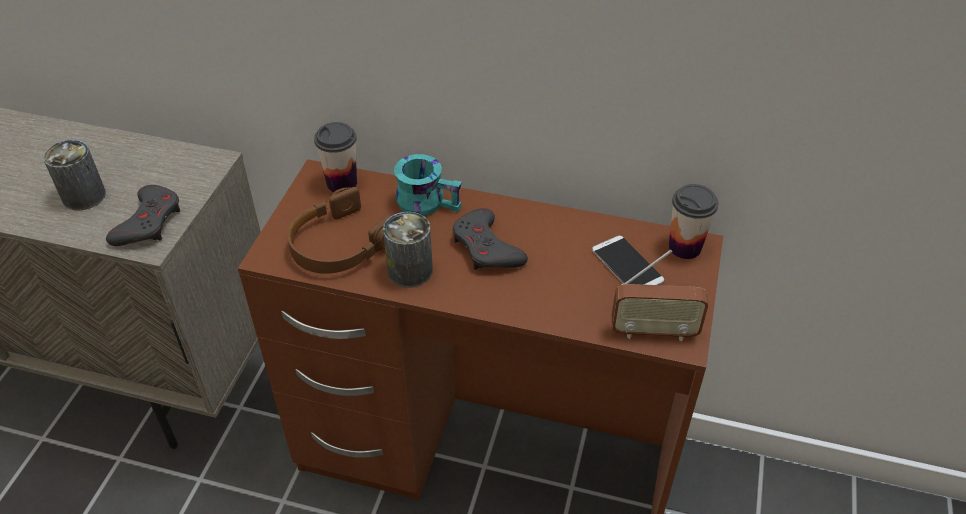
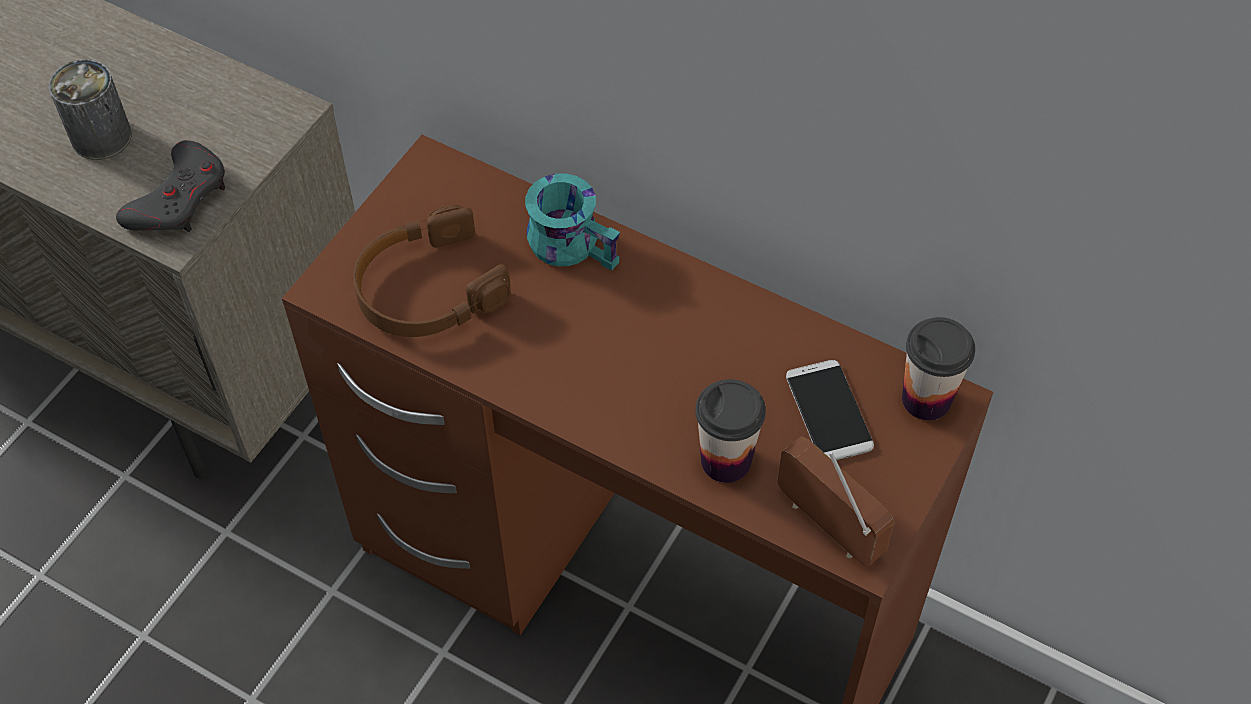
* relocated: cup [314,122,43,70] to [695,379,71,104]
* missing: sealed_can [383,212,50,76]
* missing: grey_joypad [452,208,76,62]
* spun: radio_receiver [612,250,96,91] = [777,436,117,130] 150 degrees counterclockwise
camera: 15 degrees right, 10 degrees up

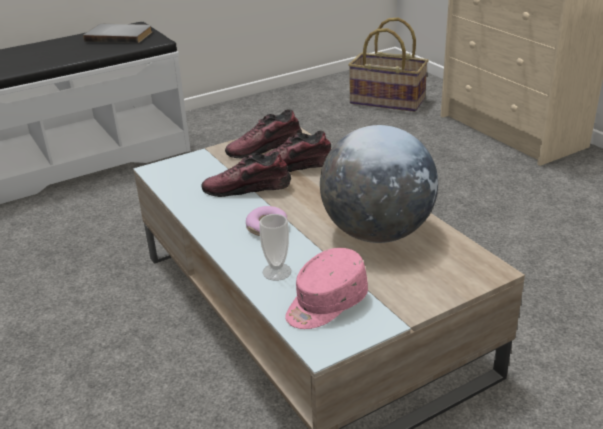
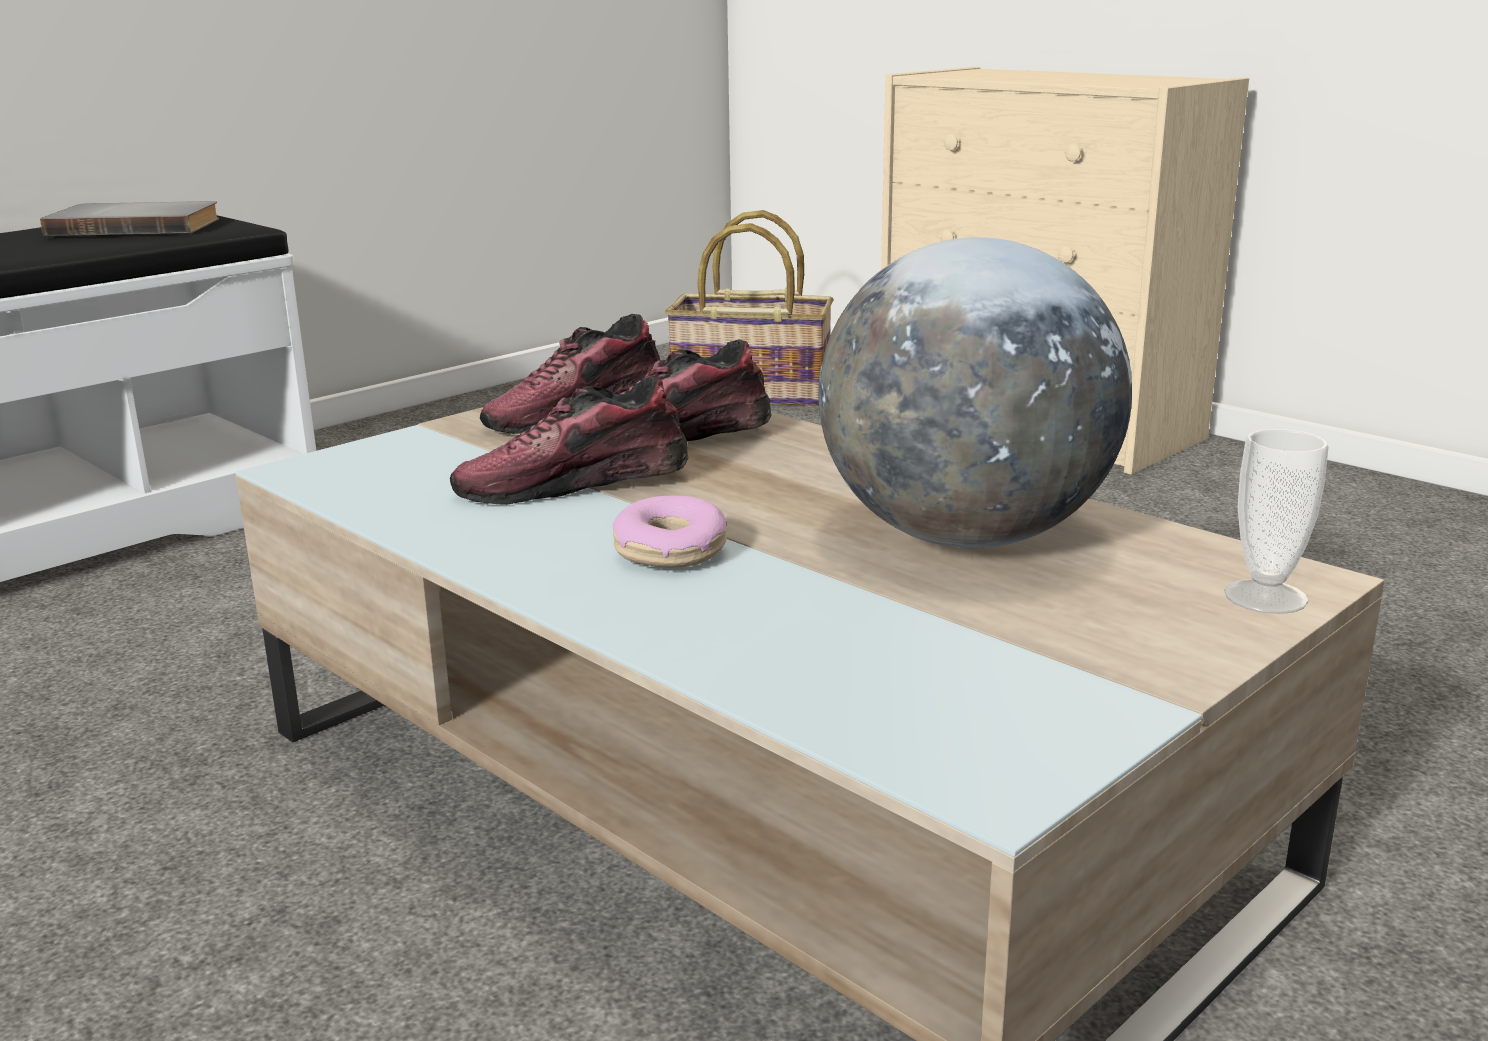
* relocated: cup [259,214,32,67] to [1224,429,105,185]
* missing: pink-coloured_baseball_cap [285,248,83,81]
camera: 15 degrees left, 10 degrees down

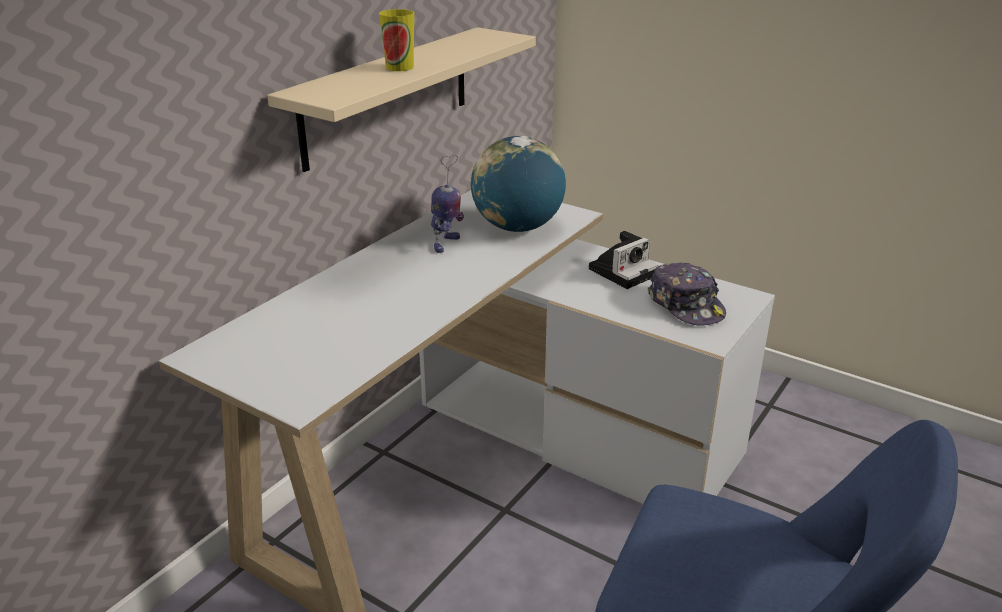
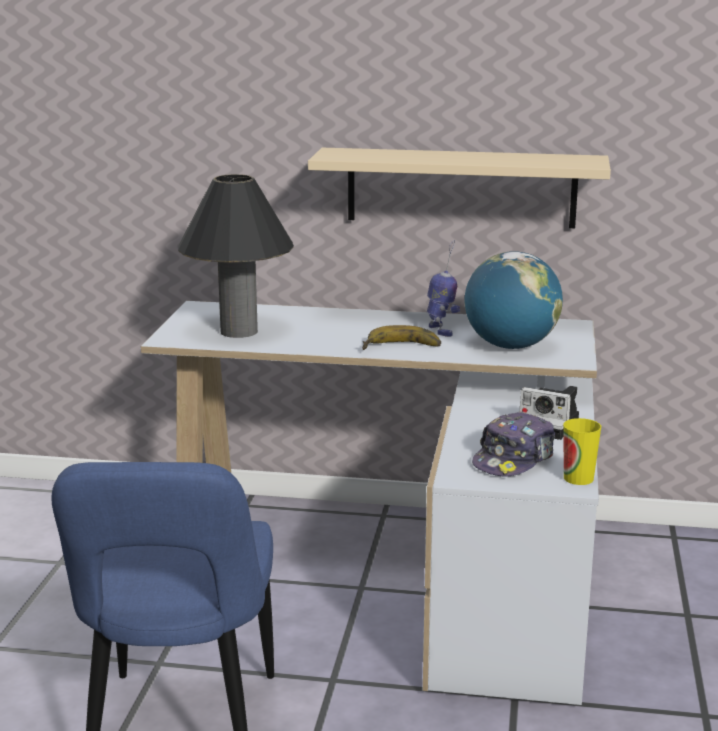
* relocated: cup [379,9,35,62] to [563,418,38,67]
* spun: robot_figure [431,154,33,99] = [427,240,33,97] 105 degrees counterclockwise
* appeared: black-coloured_table_lamp [178,174,116,164]
* appeared: banana [362,325,79,25]
camera: 65 degrees right, 10 degrees down

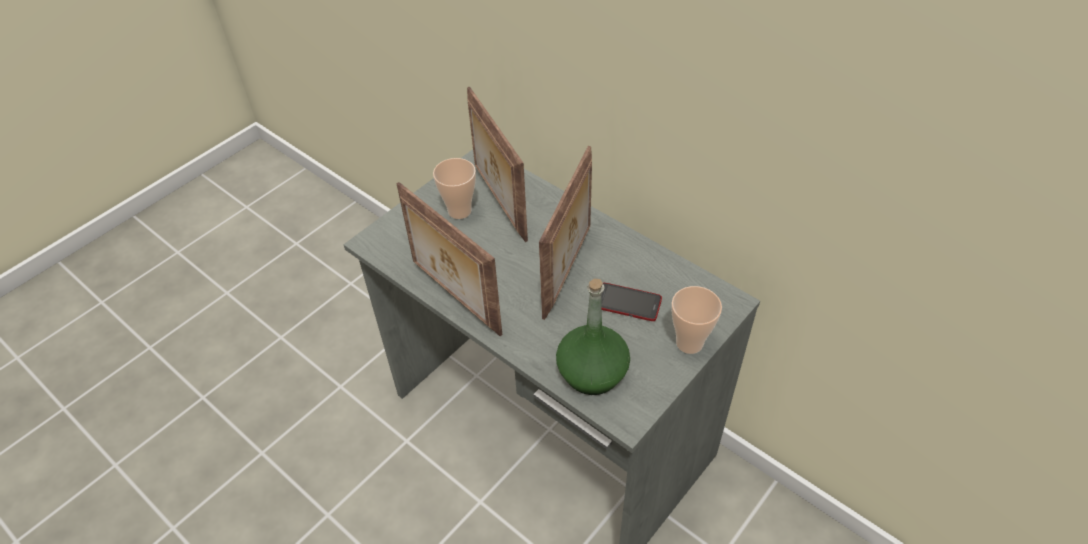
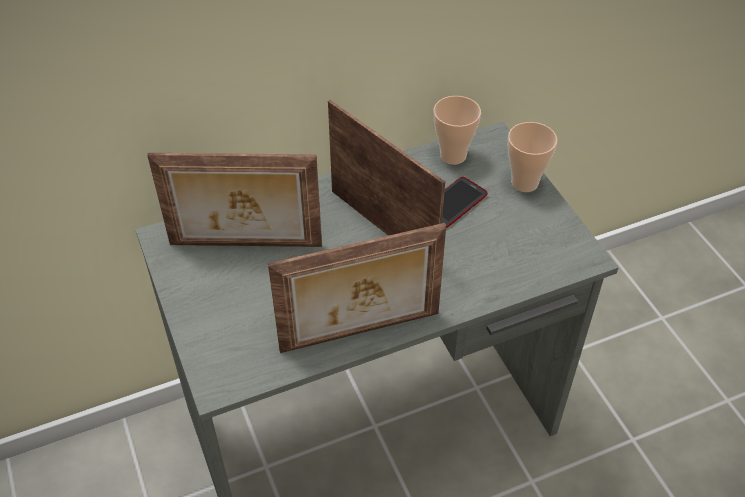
* relocated: cup [433,158,43,61] to [434,96,47,69]
* missing: green-coloured_drink_bottle [556,279,74,116]
camera: 65 degrees left, 0 degrees up

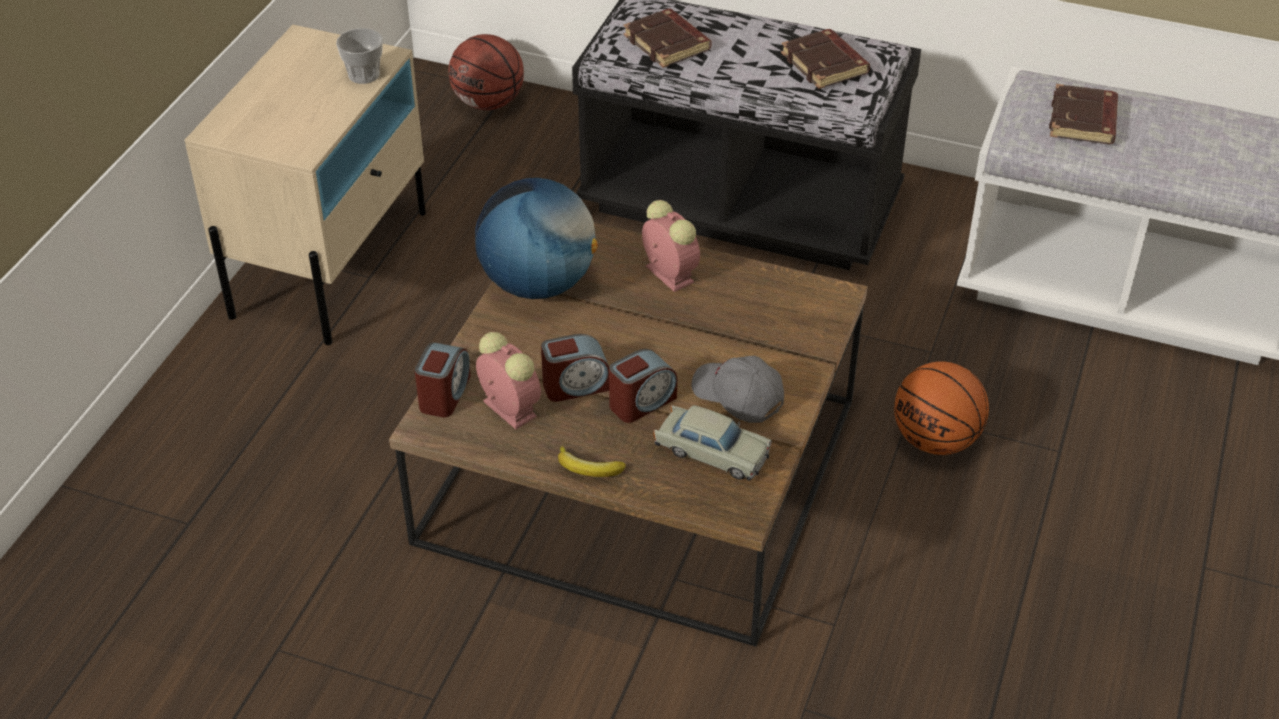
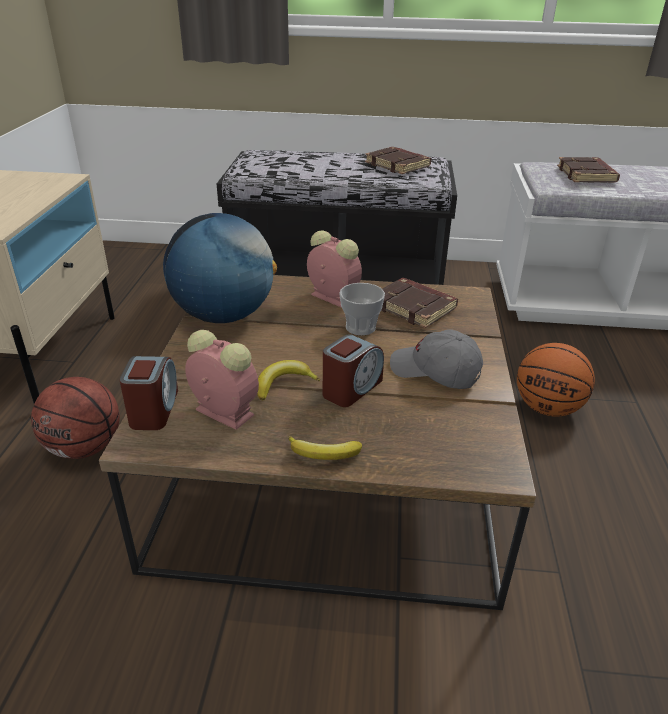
* relocated: cup [336,28,47,56] to [339,283,46,52]
* relocated: basketball [449,34,75,76] to [31,377,89,82]
* exchanged: bedside_clock [541,334,68,68] to banana [257,360,63,40]
* relocated: brownish_volume [623,9,89,59] to [381,278,77,50]
* missing: sand-coloured_model_car [653,405,119,76]
camera: 15 degrees left, 10 degrees down

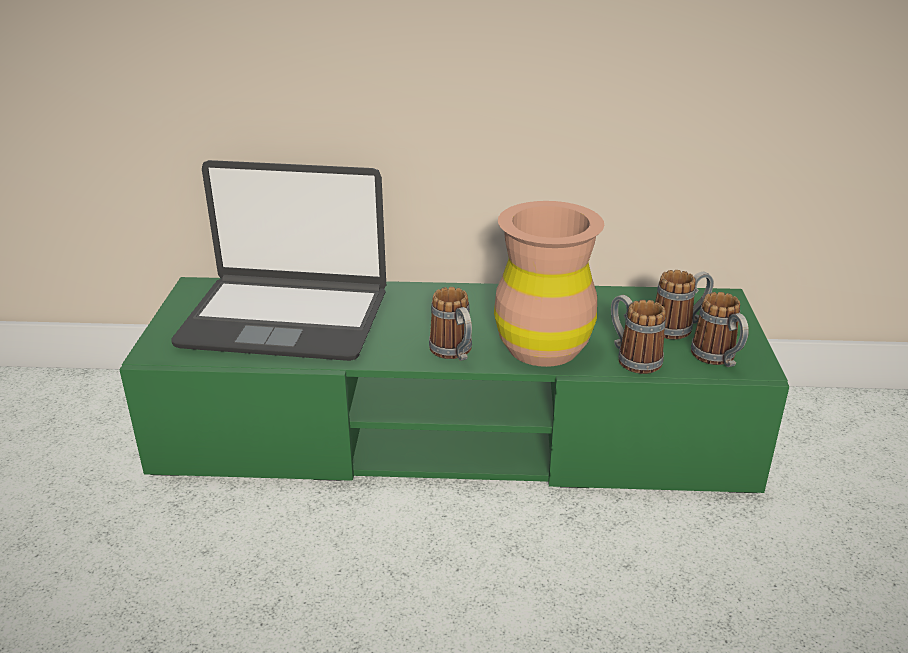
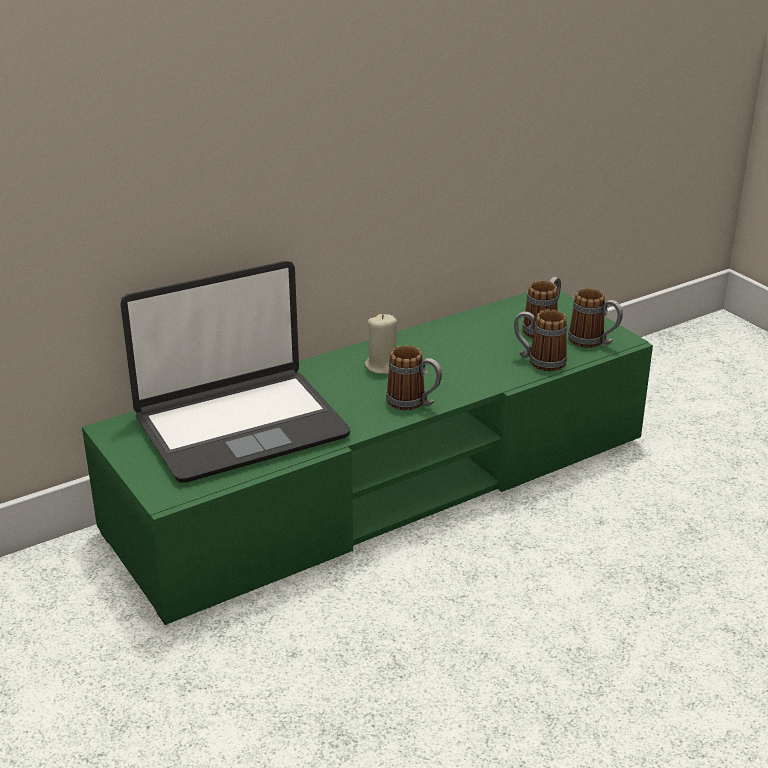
* missing: brownish_decorative_vase [494,201,110,166]
* appeared: sand-coloured_candle [365,314,32,61]
camera: 35 degrees left, 0 degrees up

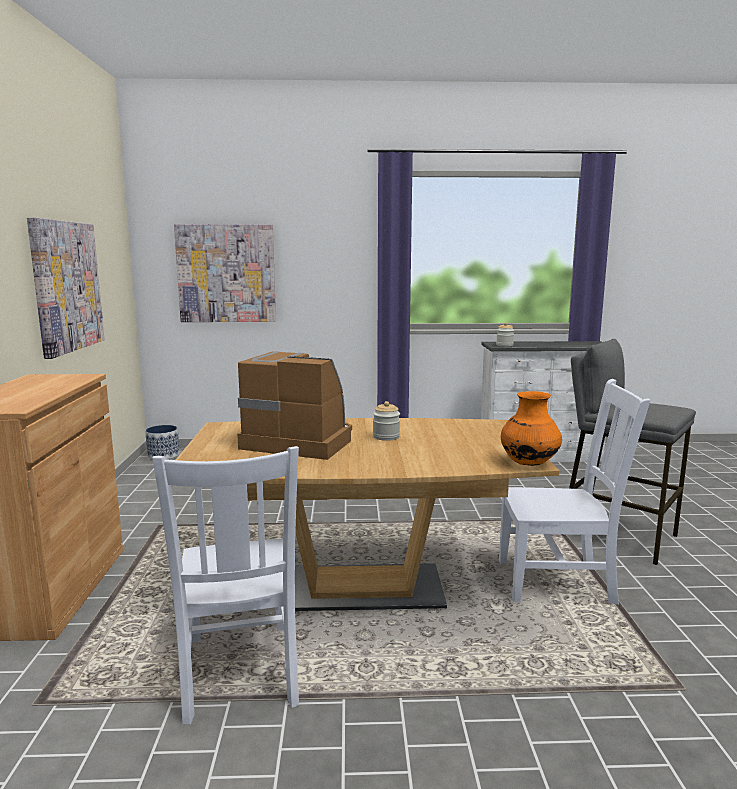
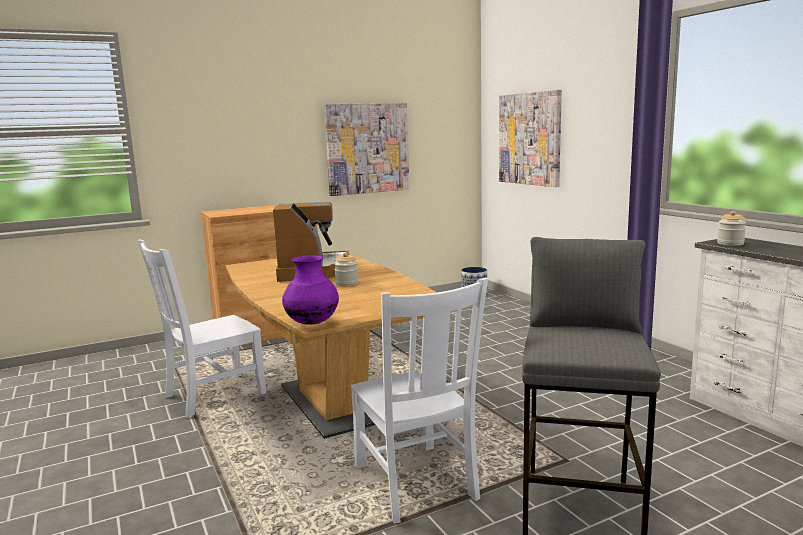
* colour: orangey_decorative_vase [501,391,61,75] to purplish_decorative_vase [282,255,57,70]
camera: 65 degrees right, 0 degrees up

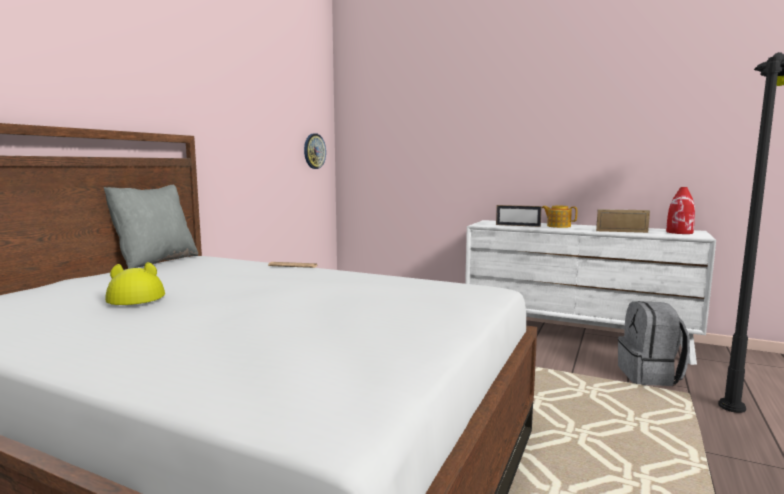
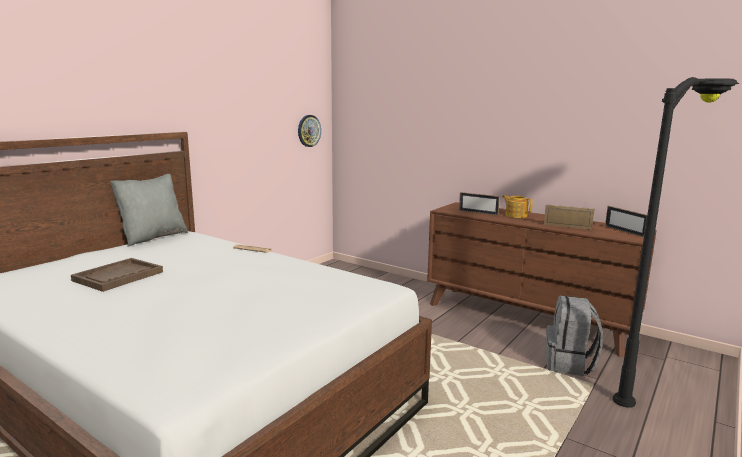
* exchanged: yellow-coloured_clothing_hat [105,262,60,43] to brownish_carrying_tray [71,258,92,34]
* colour: white-coloured_dresser [465,220,251,145] to brownish_dresser [427,202,230,155]
* exchanged: red_decorative_vase [666,187,29,47] to picture_frame [605,206,42,31]
camera: 10 degrees right, 5 degrees up

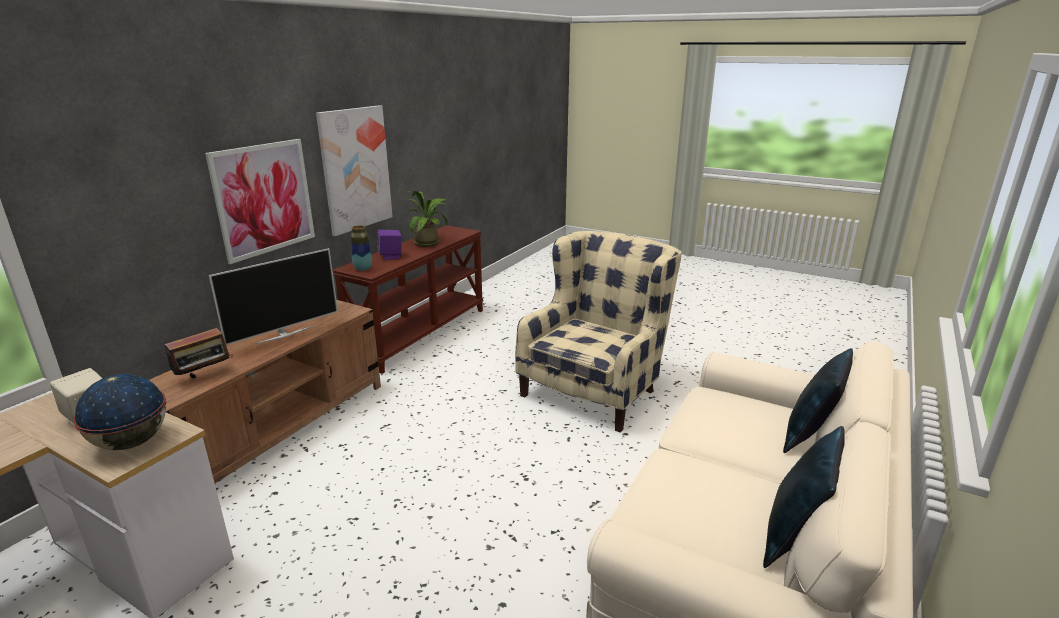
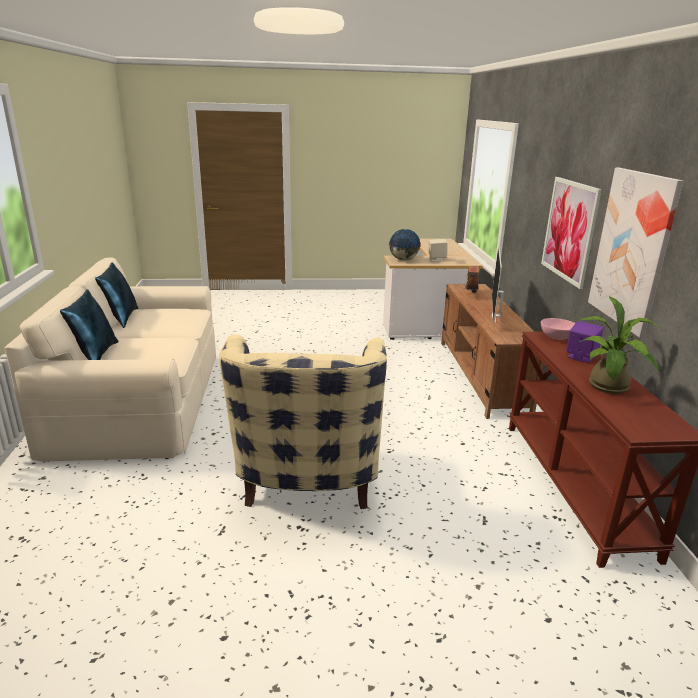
* exchanged: decorative_vase [351,226,21,45] to pink-coloured_serving_bowl [541,318,35,22]
camera: 145 degrees right, 0 degrees up

